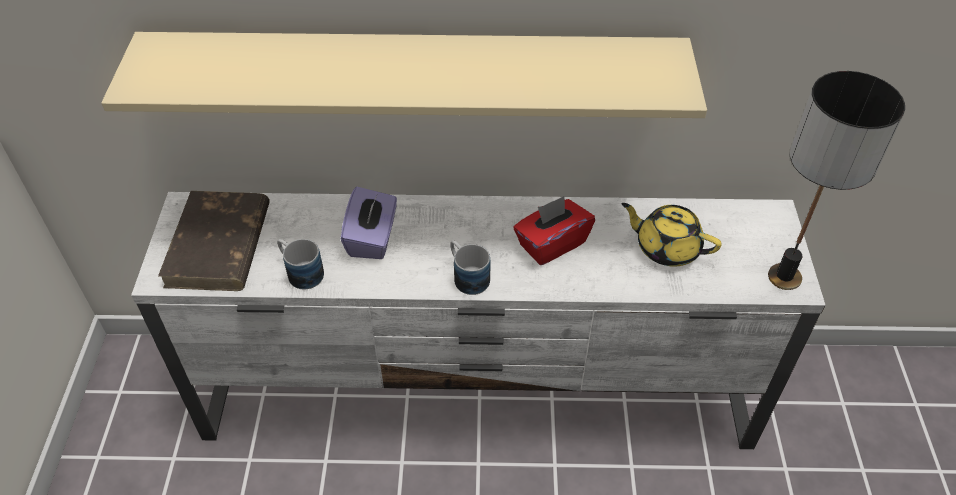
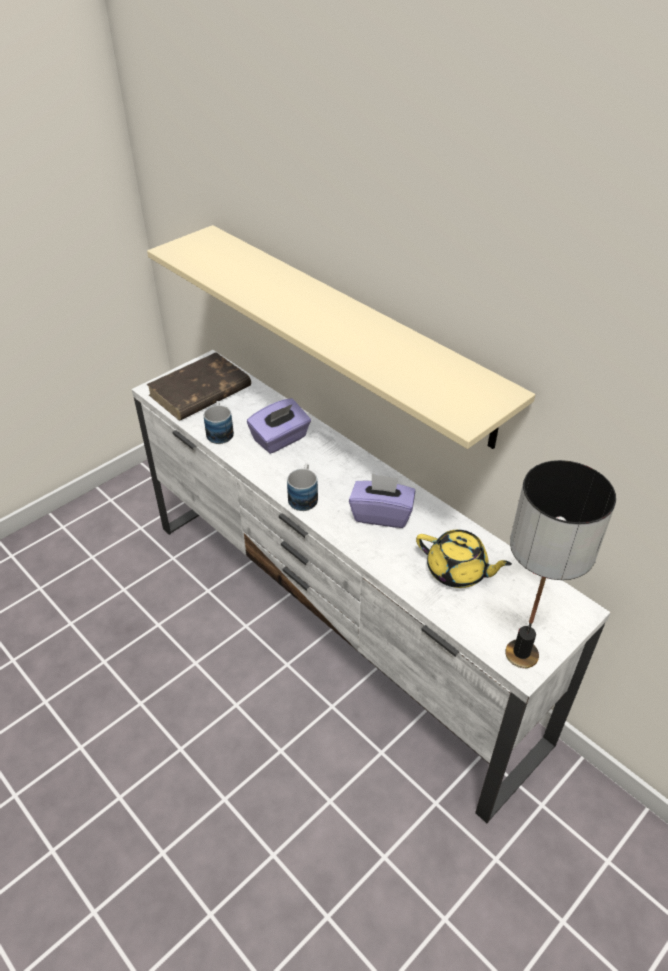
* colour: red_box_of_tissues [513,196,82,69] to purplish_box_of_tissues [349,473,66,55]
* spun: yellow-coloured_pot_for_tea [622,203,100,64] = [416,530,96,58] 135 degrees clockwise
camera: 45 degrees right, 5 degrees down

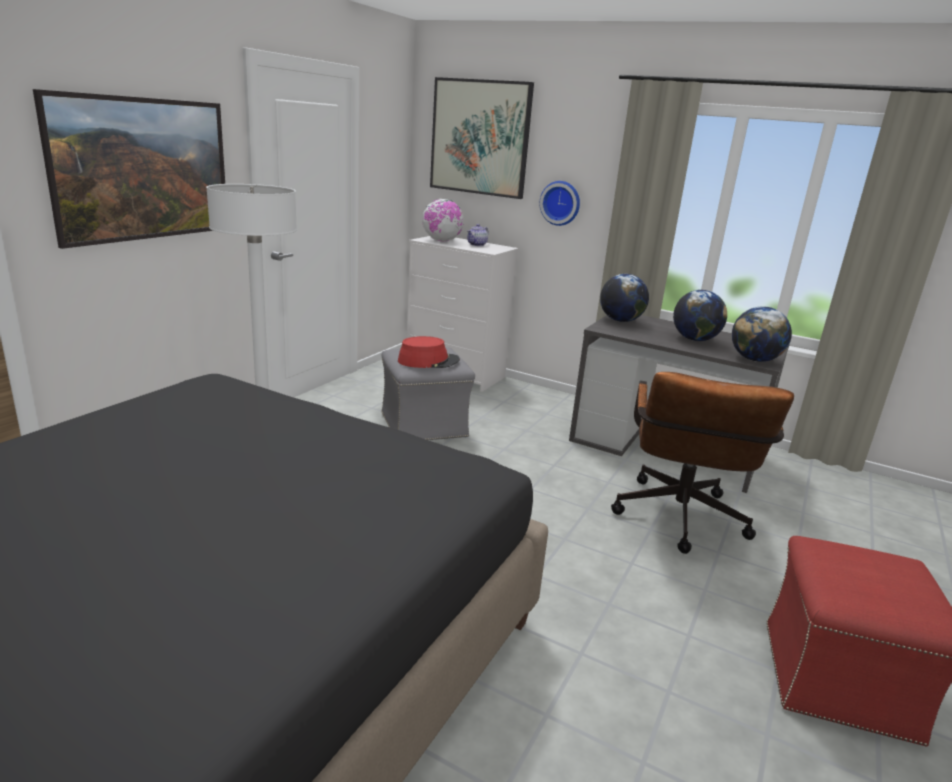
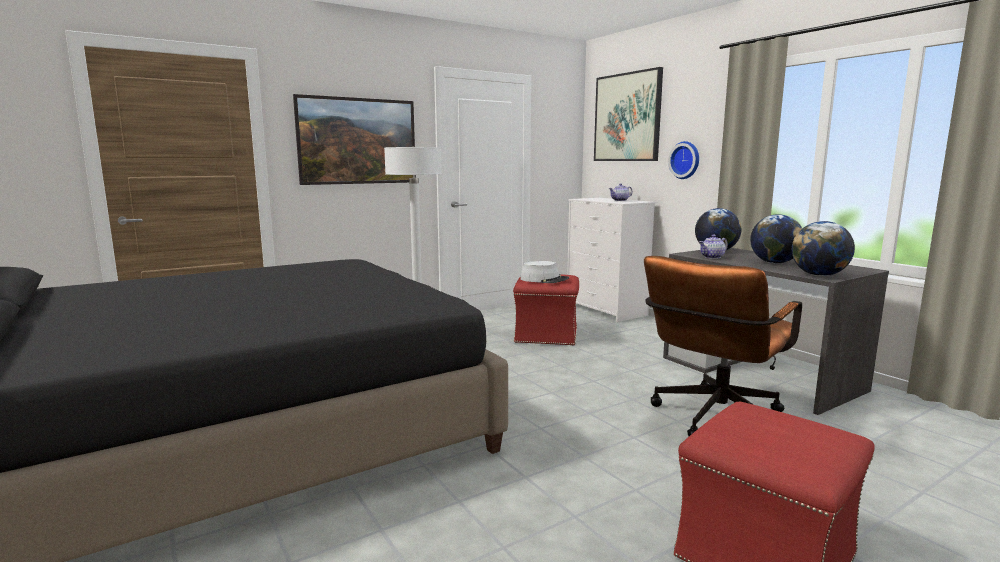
* colour: grey_footrest [381,347,94,93] to red_footrest [513,274,66,72]
* colour: red_clothing_hat [398,336,62,32] to grey_clothing_hat [520,261,49,22]
* missing: desk_globe [422,199,42,42]
* appeared: pot_for_tea [699,235,29,24]
camera: 30 degrees right, 10 degrees down

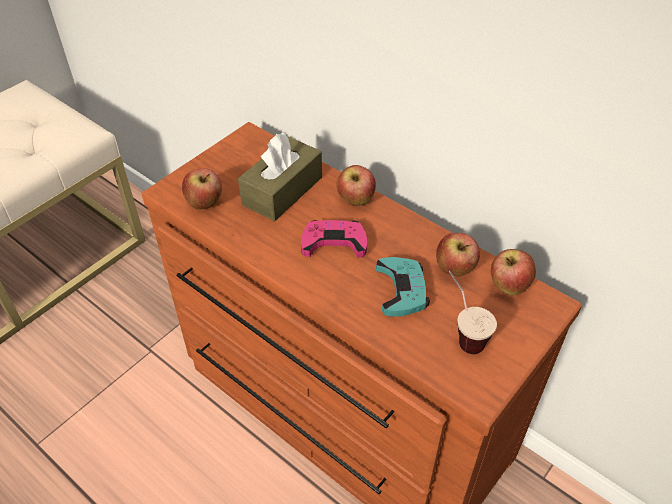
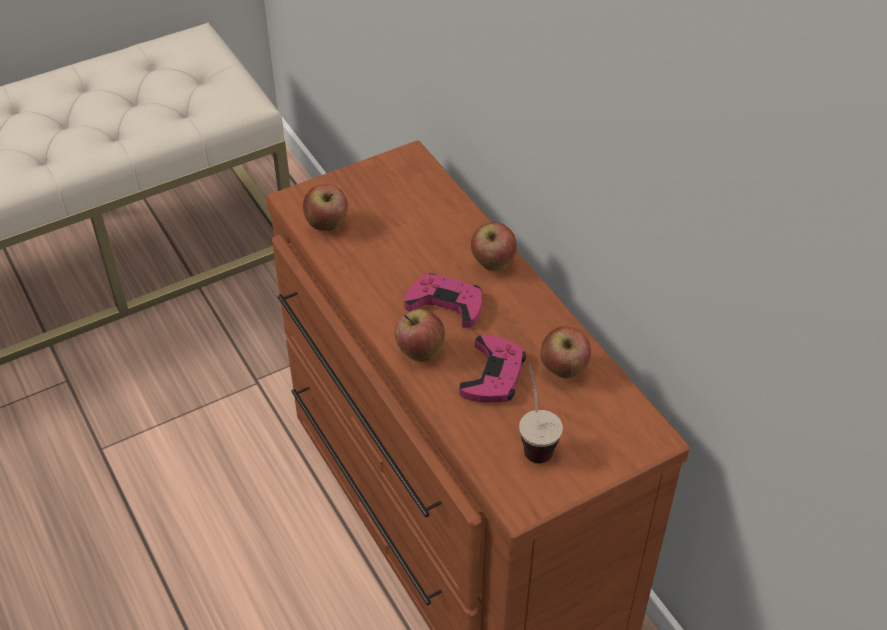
* missing: brownish_box_of_tissues [238,133,84,89]
* colour: turquoise-coloured_joypad [376,257,54,60] to pink-coloured_joypad [459,334,67,69]
* relocated: apple_fruit [491,249,45,46] to [395,309,50,53]
camera: 20 degrees right, 0 degrees up

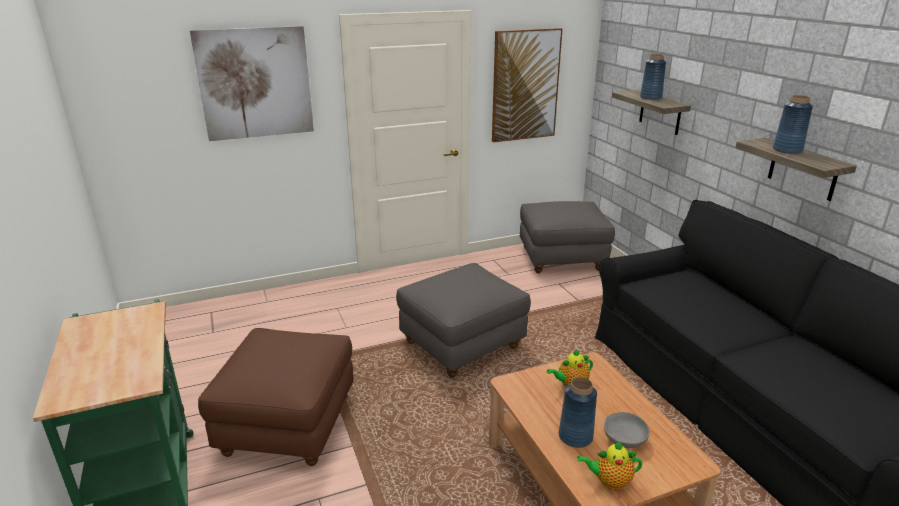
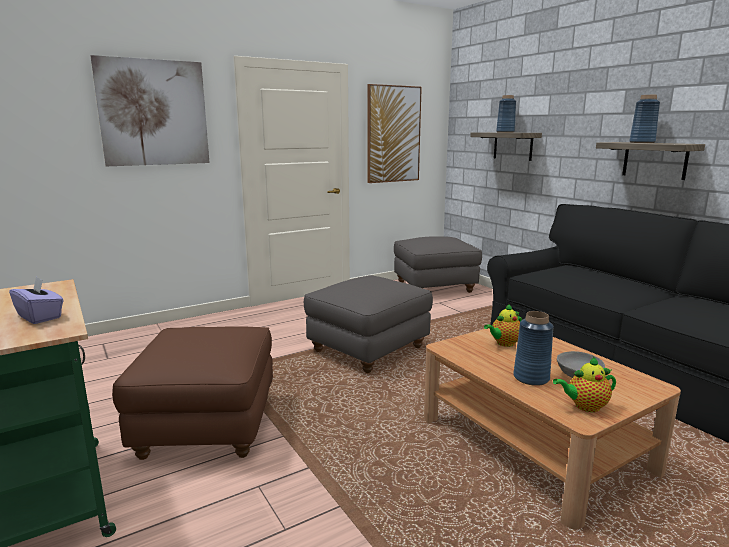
* appeared: purplish_box_of_tissues [9,276,55,48]
camera: 10 degrees left, 10 degrees down

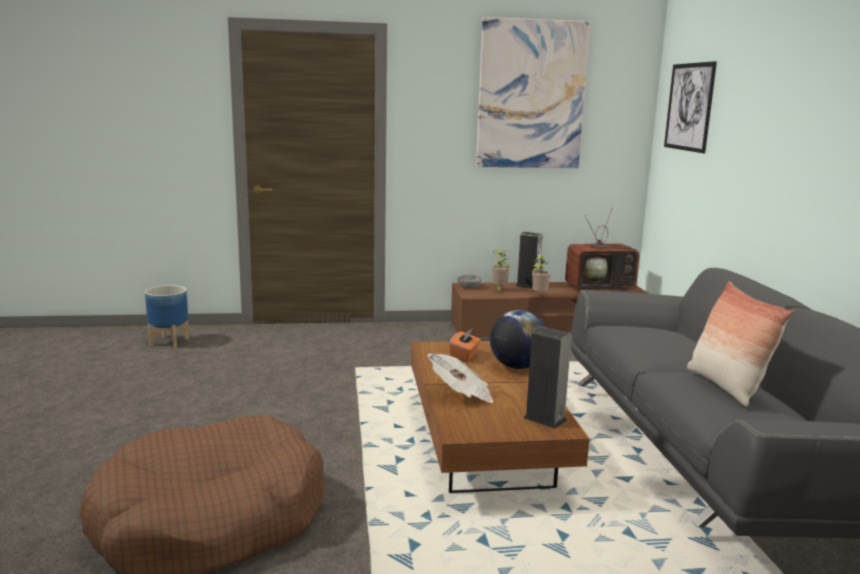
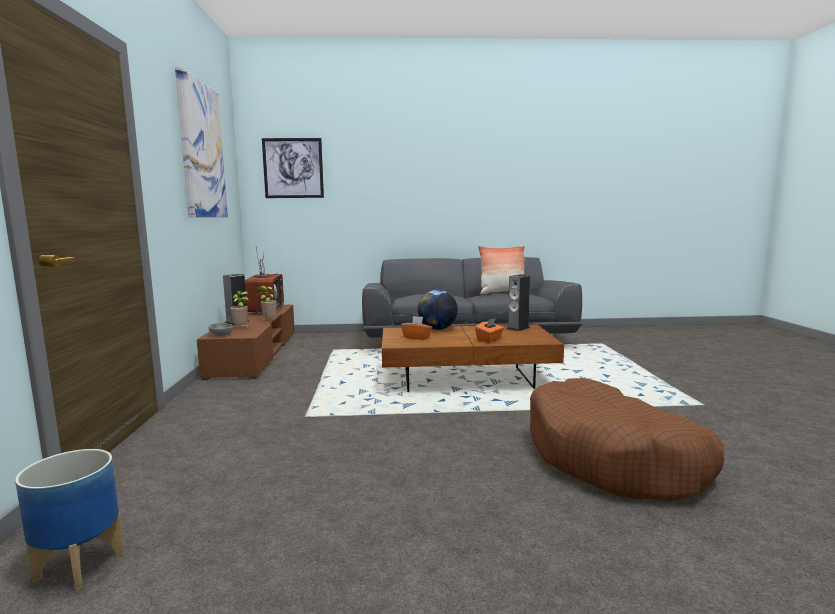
* exchanged: newspaper [428,353,66,50] to orangey_box_of_tissues [475,318,29,24]
camera: 85 degrees left, 5 degrees down

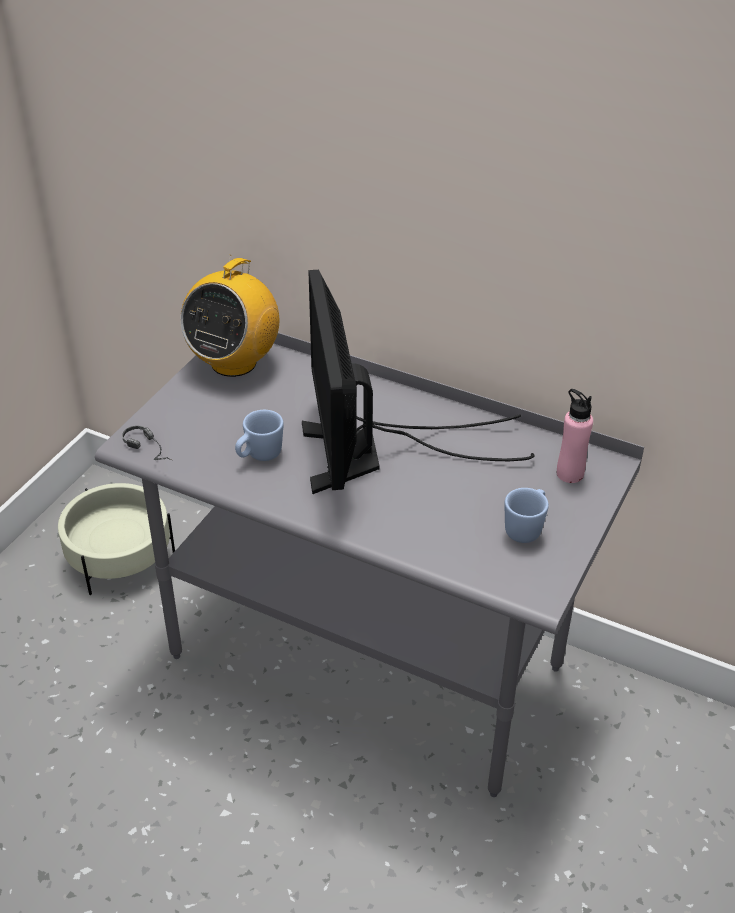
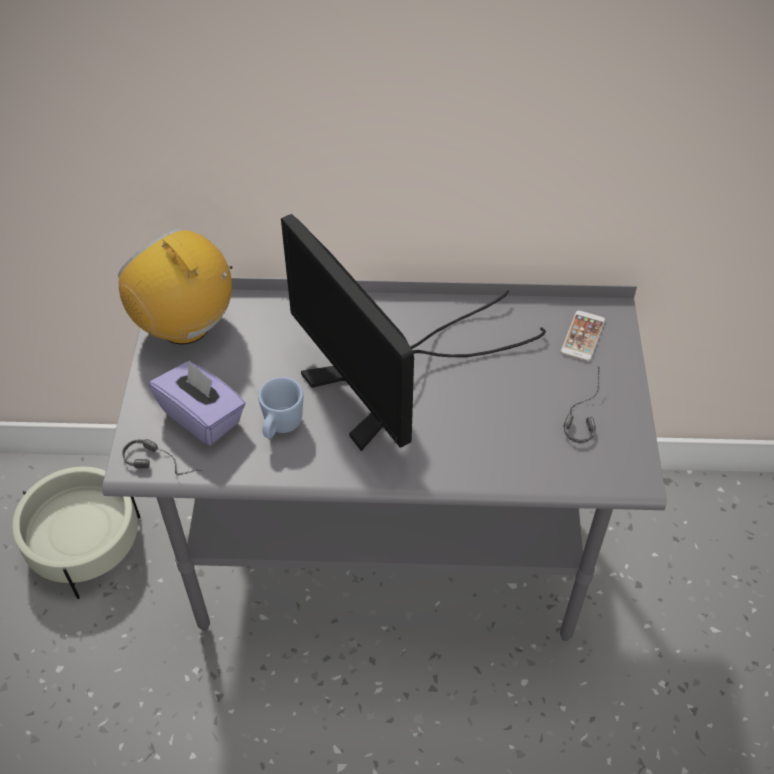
* spun: radio_receiver [180,255,99,122] = [118,228,115,116] 135 degrees clockwise
* exchanged: blue-coloured_coffee_mug [504,488,45,55] to headphones [563,366,37,77]
* exchanged: pink-coloured_drink_bottle [557,389,36,94] to phone [561,310,44,51]
* appeared: purplish_box_of_tissues [149,361,97,85]
camera: 25 degrees left, 10 degrees up

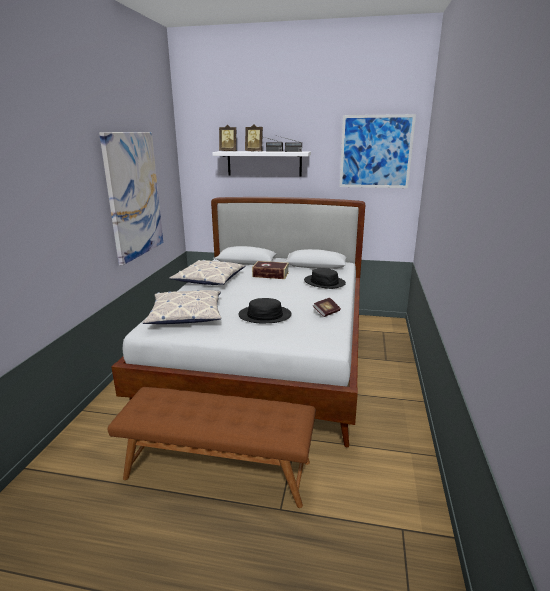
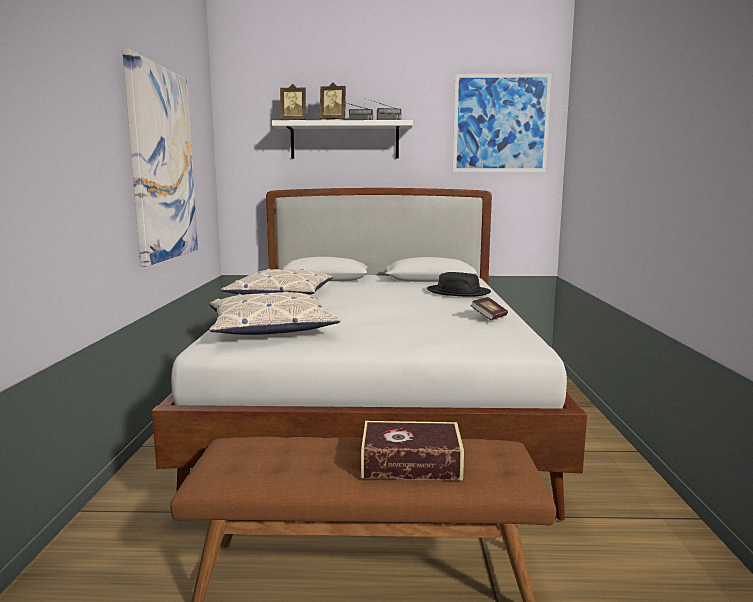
* missing: black-coloured_clothing_hat [238,298,54,25]
* relocated: volume [252,261,37,18] to [361,421,103,59]
camera: 10 degrees left, 10 degrees down

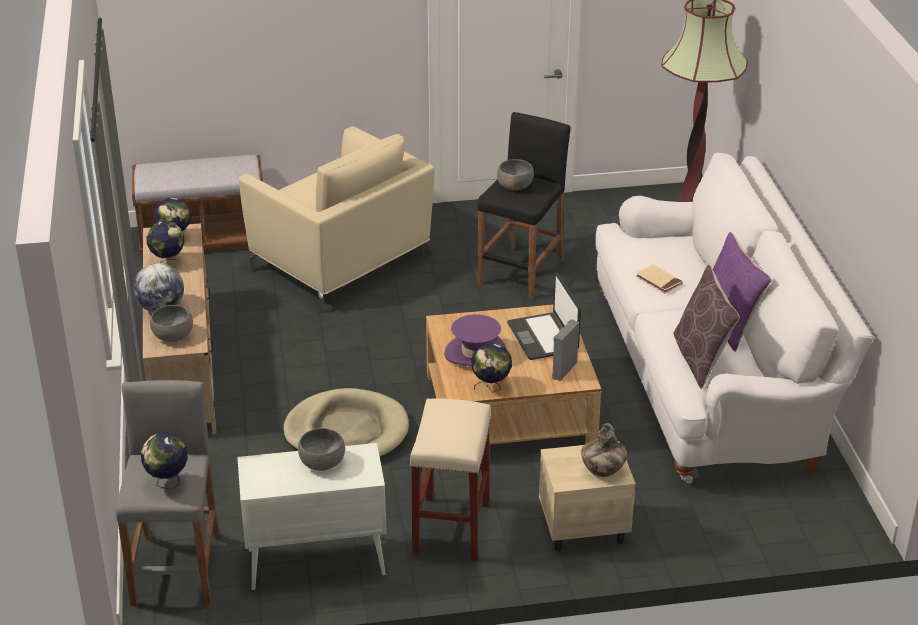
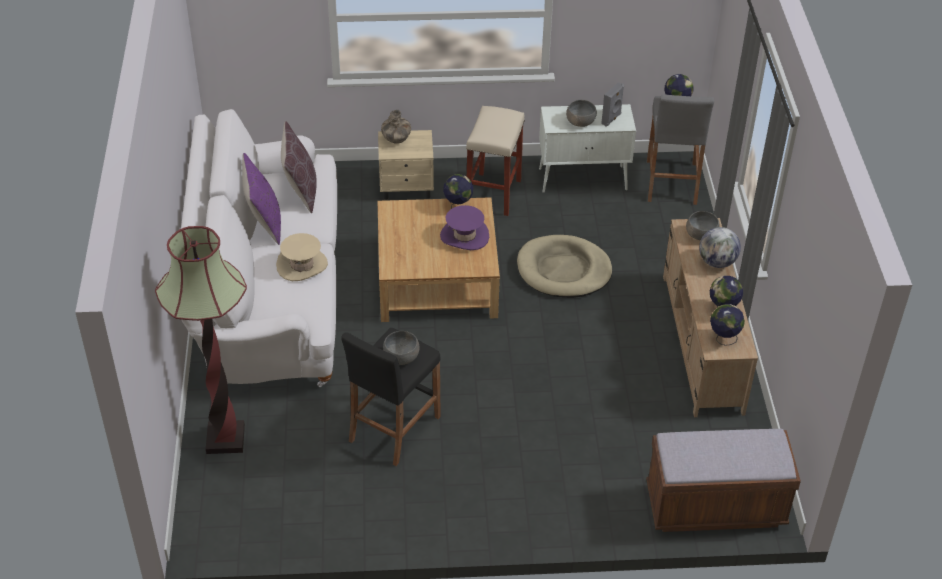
* missing: sand-coloured_easy_chair [239,126,196,187]
* missing: portable_computer [507,272,74,88]
* relocated: grey_audio_speaker [552,319,27,62] to [601,82,23,45]
* exchanged: sand-coloured_volume [636,265,47,28] to sand-coloured_clothing_hat [276,233,52,48]
camera: 175 degrees left, 10 degrees up

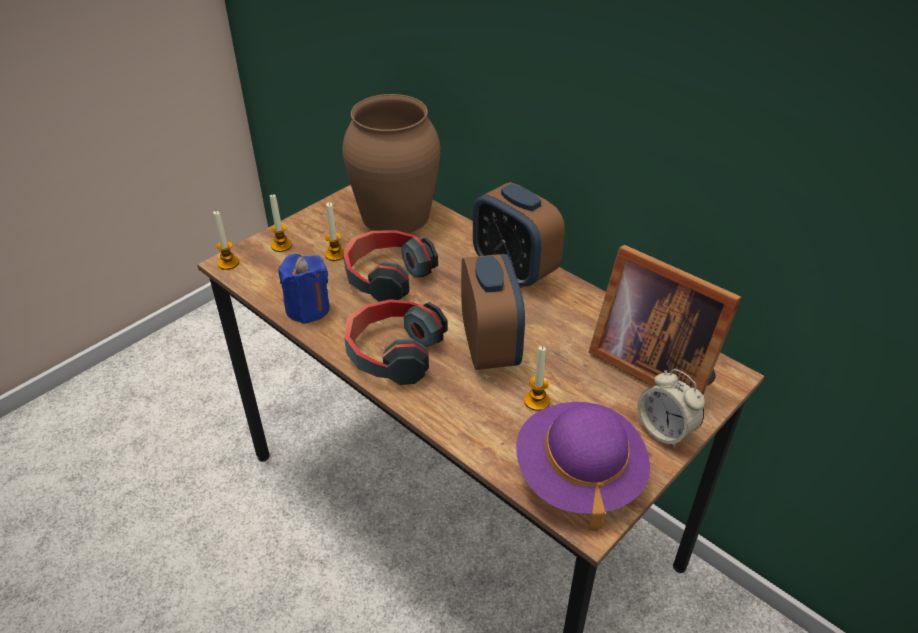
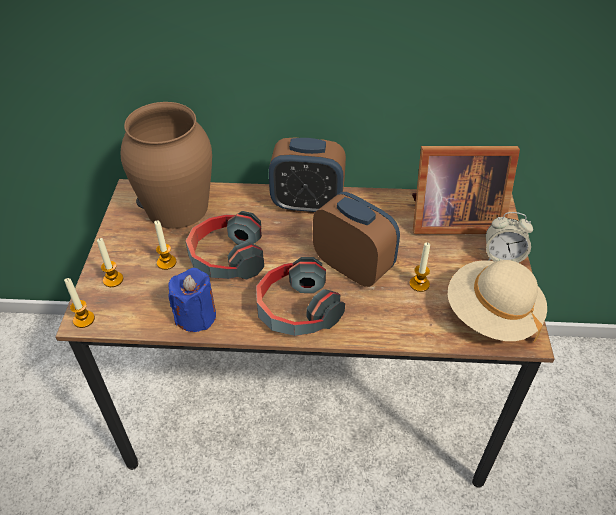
* colour: purplish_clothing_hat [516,402,134,130] to sand-coloured_clothing_hat [448,260,99,83]
camera: 40 degrees left, 5 degrees up

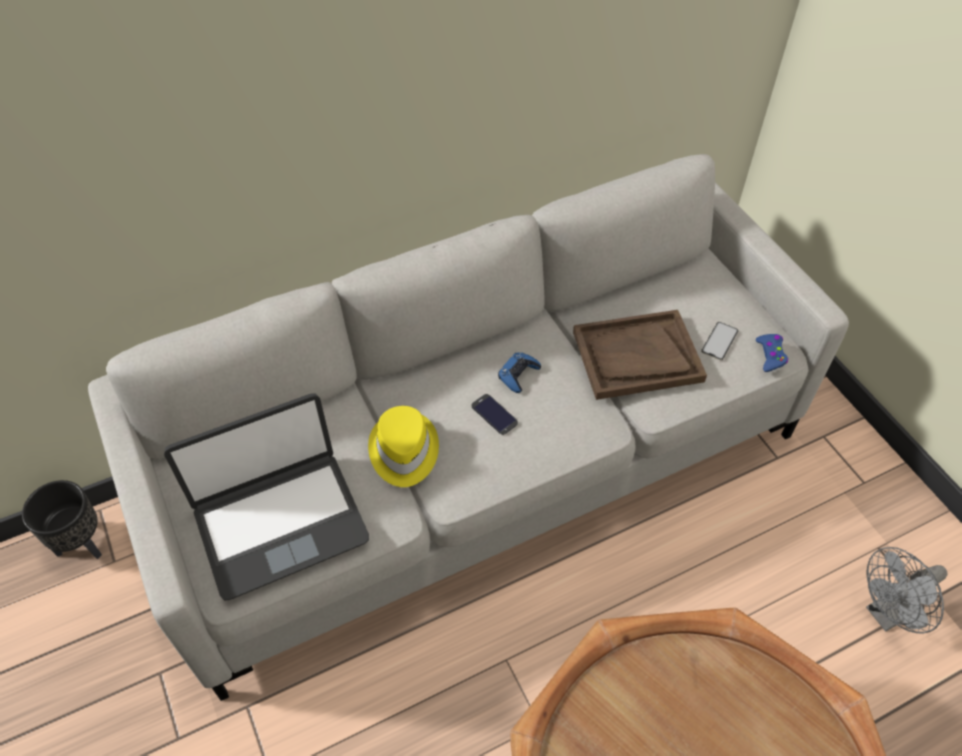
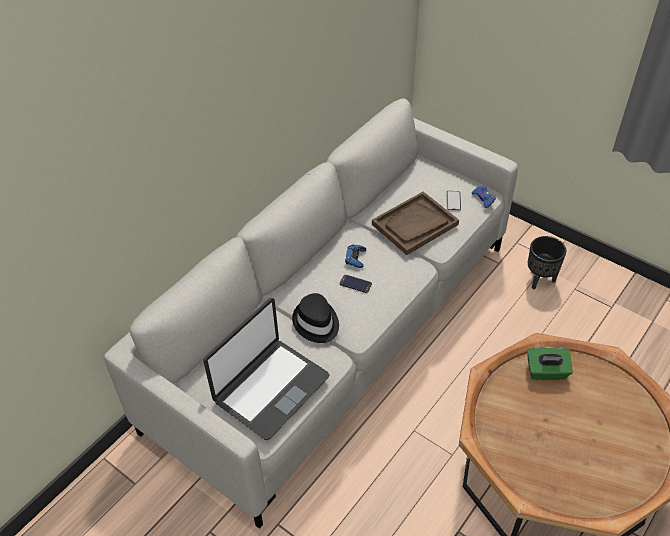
* relocated: black-coloured_planter [22,480,80,79] to [528,236,38,54]
* colour: yellow-coloured_clothing_hat [368,406,71,81] to black-coloured_clothing_hat [292,293,47,50]
* missing: grey_electric_fan [866,547,82,86]
* appeared: green-coloured_box_of_tissues [527,347,46,33]
camera: 25 degrees left, 5 degrees down

